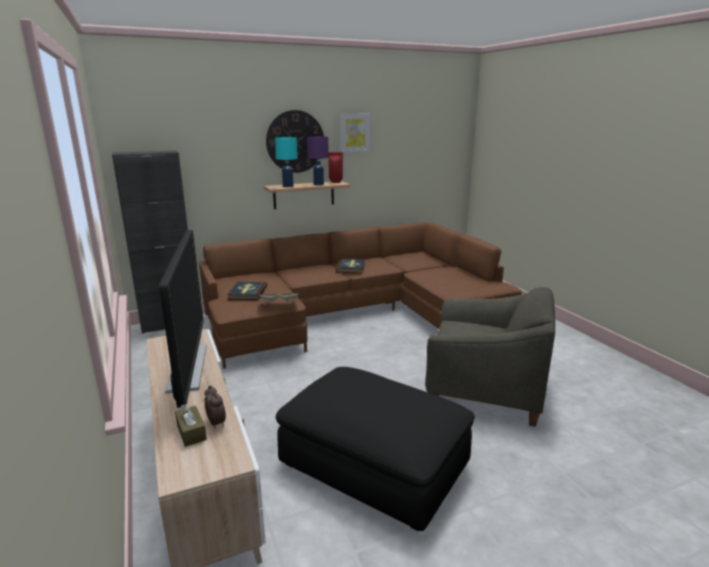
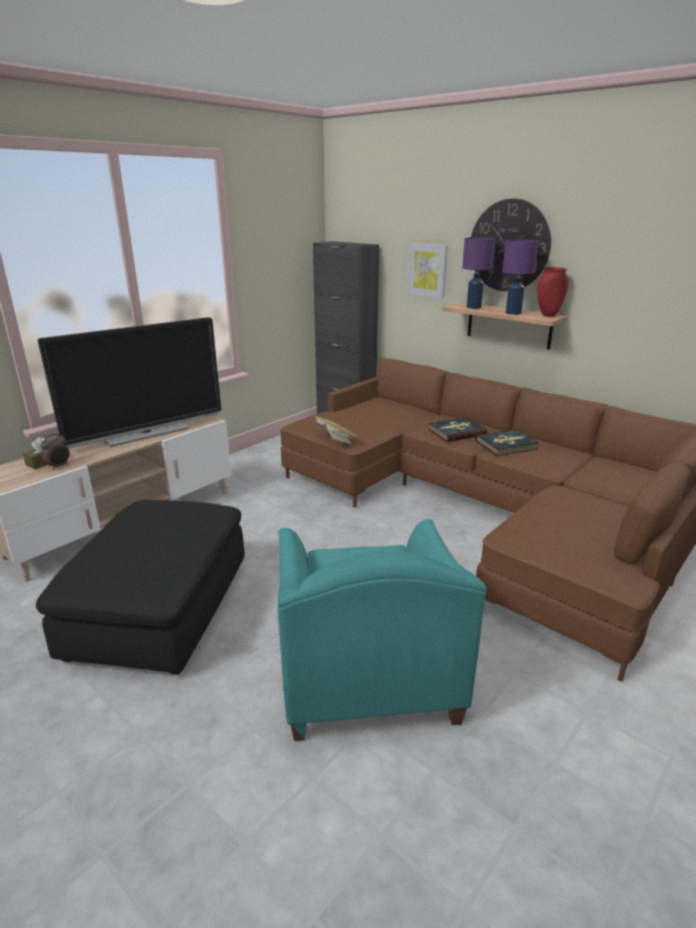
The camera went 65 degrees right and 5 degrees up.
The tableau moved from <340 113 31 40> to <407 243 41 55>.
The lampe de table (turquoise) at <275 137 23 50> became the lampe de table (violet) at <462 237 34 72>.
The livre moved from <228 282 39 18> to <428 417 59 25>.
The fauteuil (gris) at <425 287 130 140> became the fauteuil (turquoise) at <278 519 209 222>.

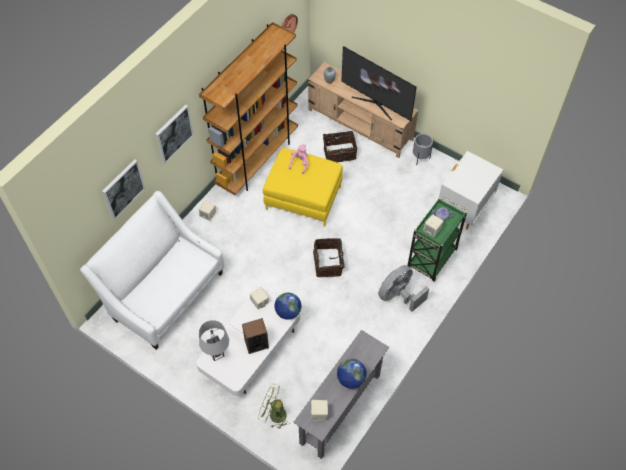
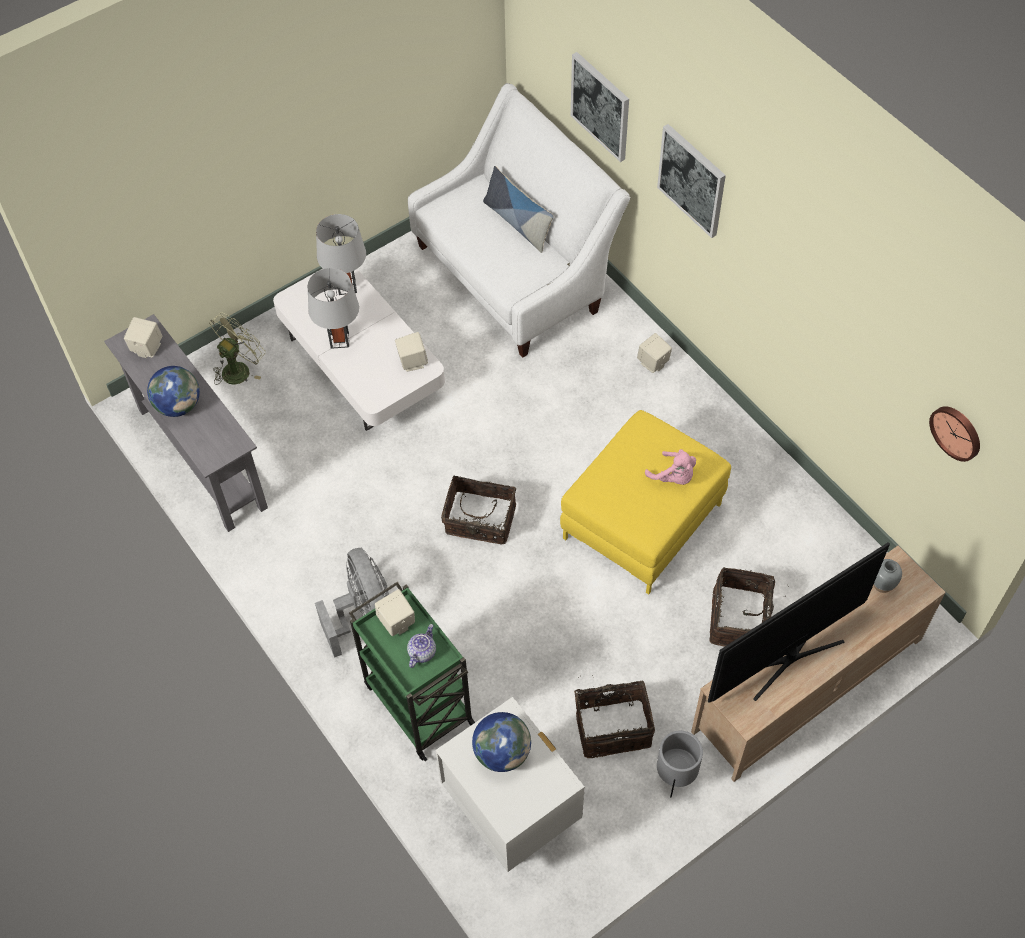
The camera went 110 degrees right and 0 degrees up.
The bibliothèque (marron) at <199 22 99 173> disappeared.
The globe moved from <274 293 27 27> to <472 712 59 60>.
The enceinte at <242 318 27 36> was replaced by the lampe de table (gris) at <307 268 52 81>.
The coussin at <483 166 71 87> appeared.
The panier at <574 677 81 81> appeared.

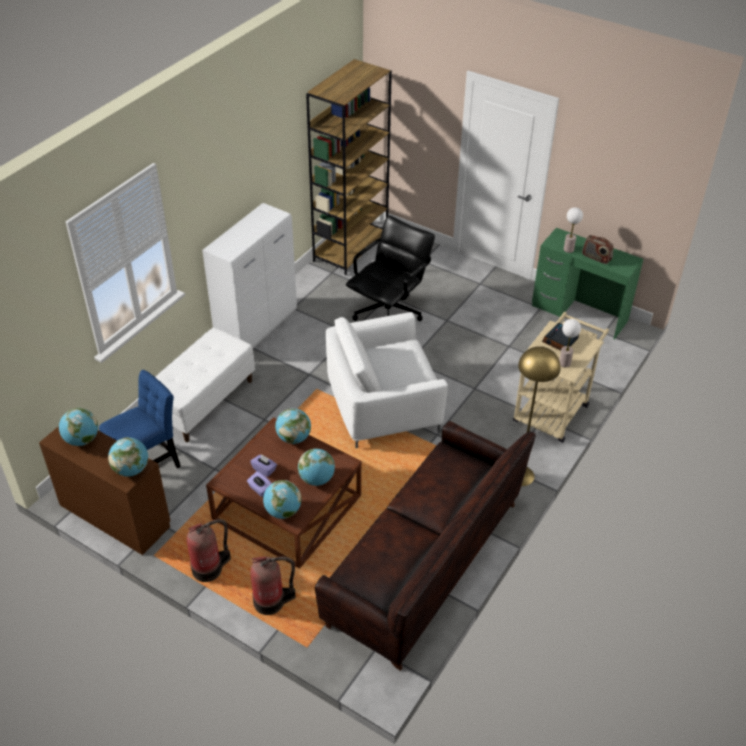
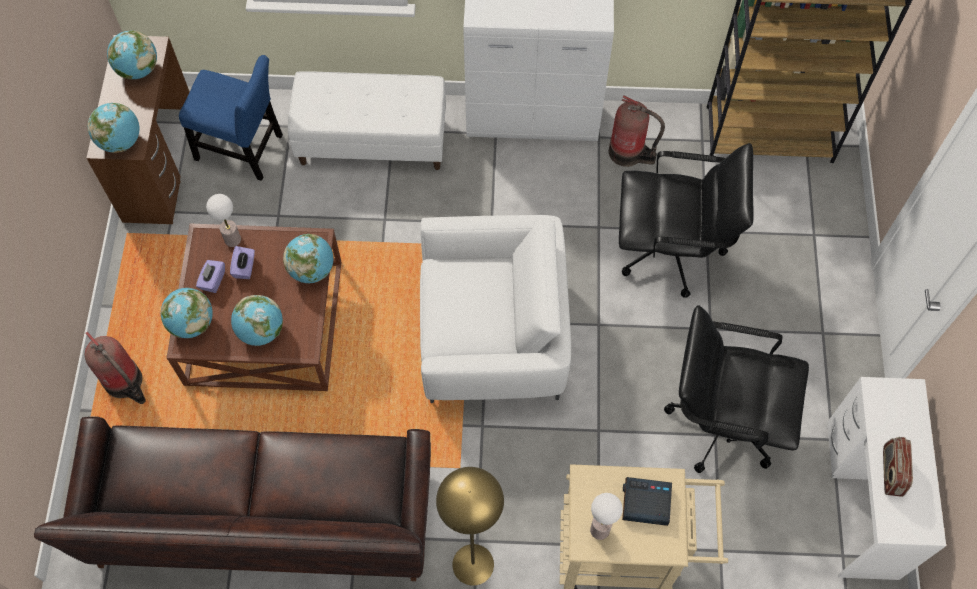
The camera went 60 degrees right and 20 degrees up.
The lampe de table moved from <564 207 19 46> to <206 194 35 53>.
The bureau (vert) at <532 228 111 112> became the bureau (blanc) at <827 377 119 203>.
The fauteuil (blanc) at <326 312 122 136> turned 135 degrees clockwise.
The extincteur moved from <187 519 44 63> to <609 95 56 72>.
The chaise de bureau (noir) at <664 306 145 167> appeared.

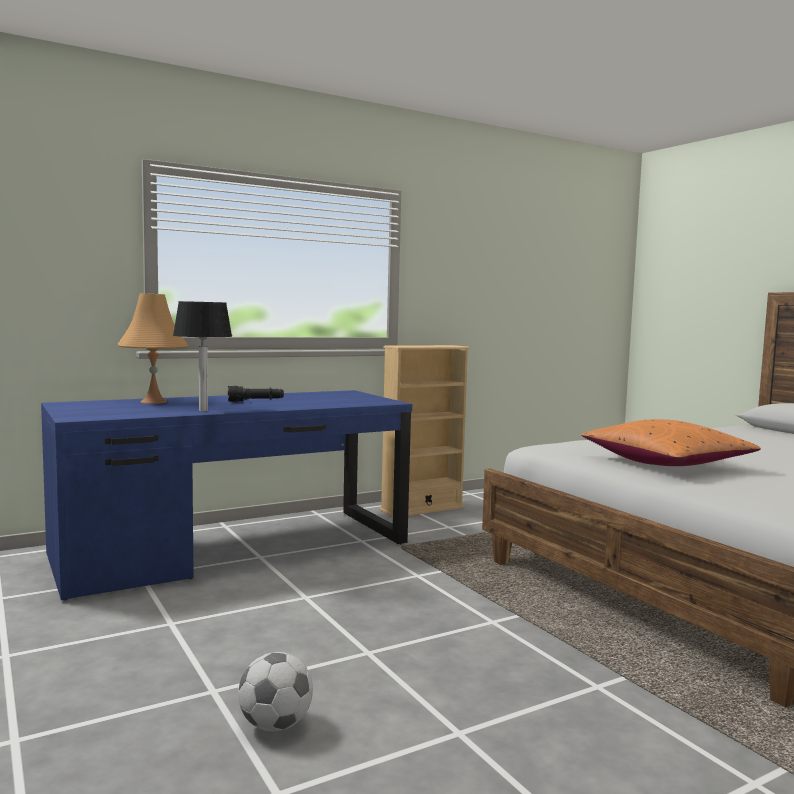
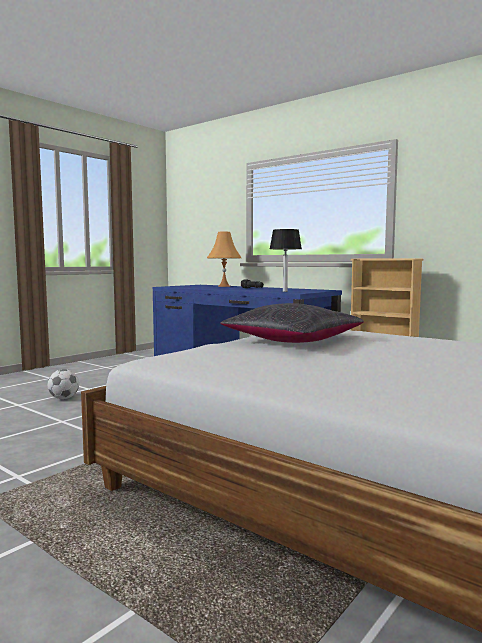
The camera went 70 degrees right and 0 degrees up.
The lampe de table moved from <173 301 59 111> to <270 229 32 63>.
The coussin (orange) at <581 419 180 47> became the coussin (noir) at <220 303 144 40>.

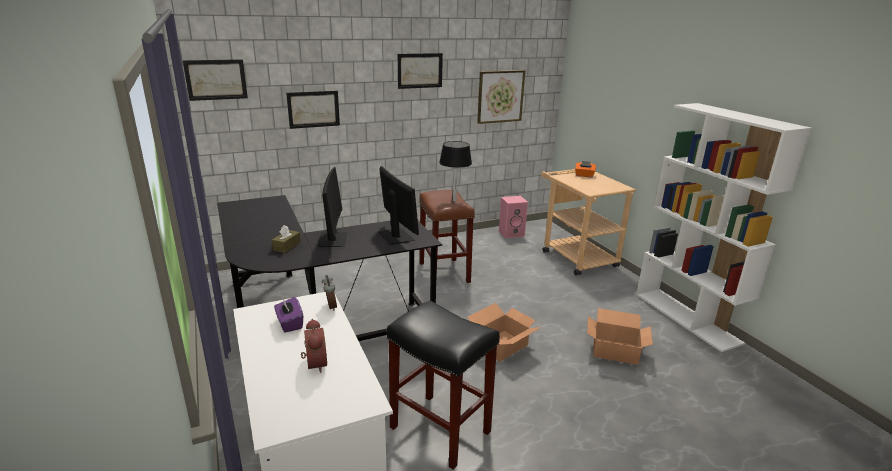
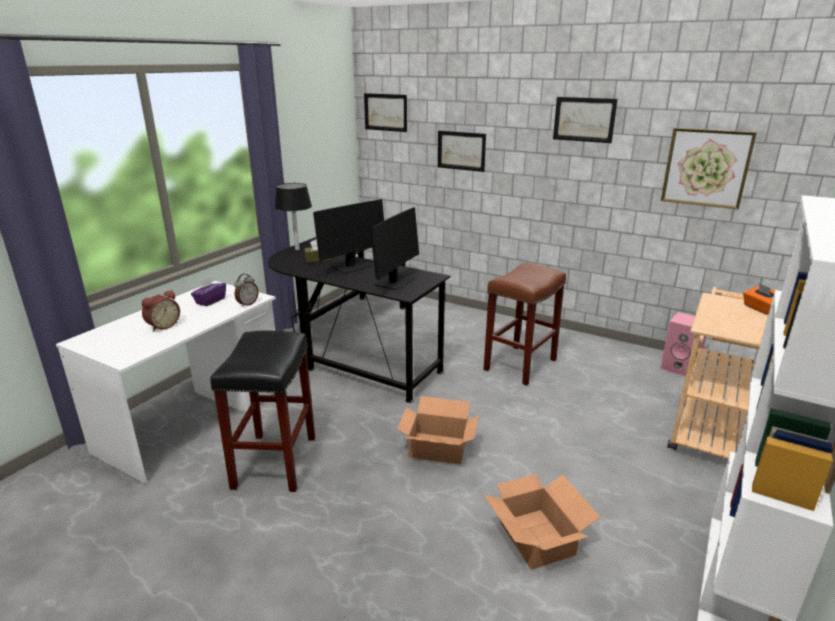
The camera went 55 degrees right and 0 degrees up.
The lampe de table (noir) moved from <439 141 33 60> to <275 183 37 67>.

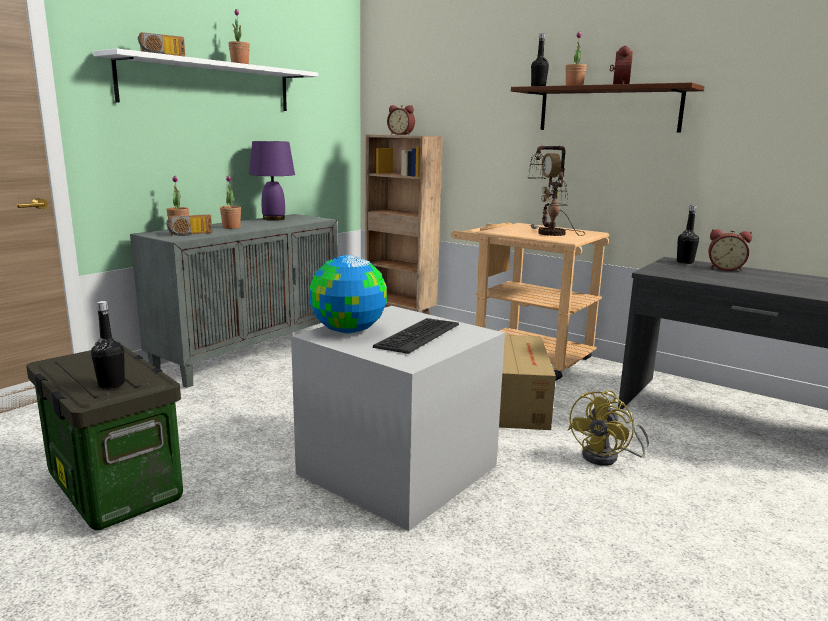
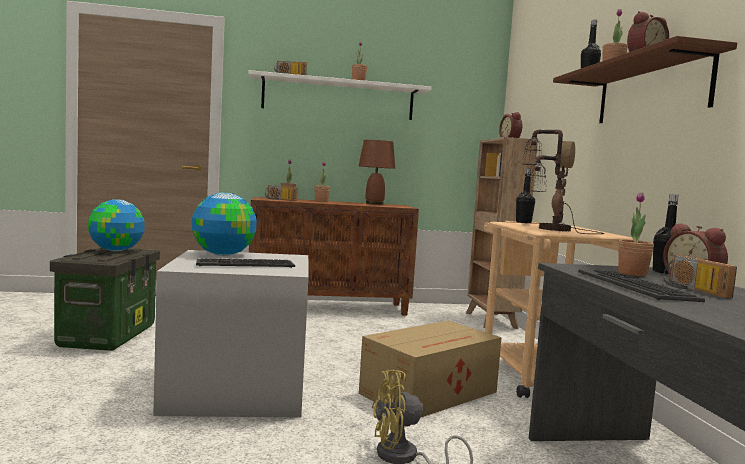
The camera went 45 degrees right and 10 degrees down.
The lampe de table (violet) at <249 141 46 80> became the lampe de table (marron) at <359 140 36 65>.
The meuble de rangement (gris) at <130 214 208 174> became the meuble de rangement (marron) at <249 197 170 119>.
The bouteille (noir) moved from <91 301 34 88> to <516 169 19 54>.
The plante en pot at <618 193 36 83> appeared.
The globe at <88 199 57 52> appeared.
The radio at <663 255 74 43> appeared.
The clavier at <578 269 127 33> appeared.

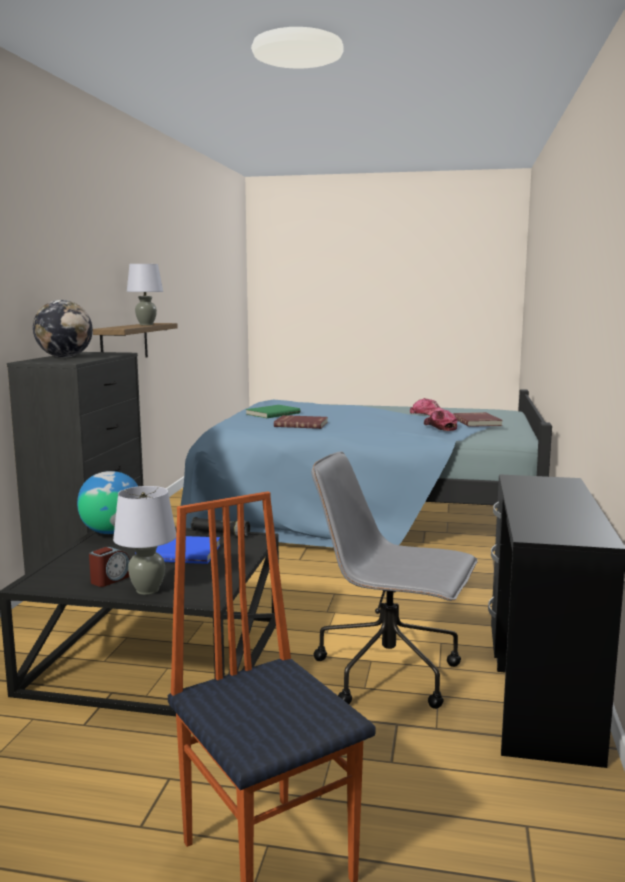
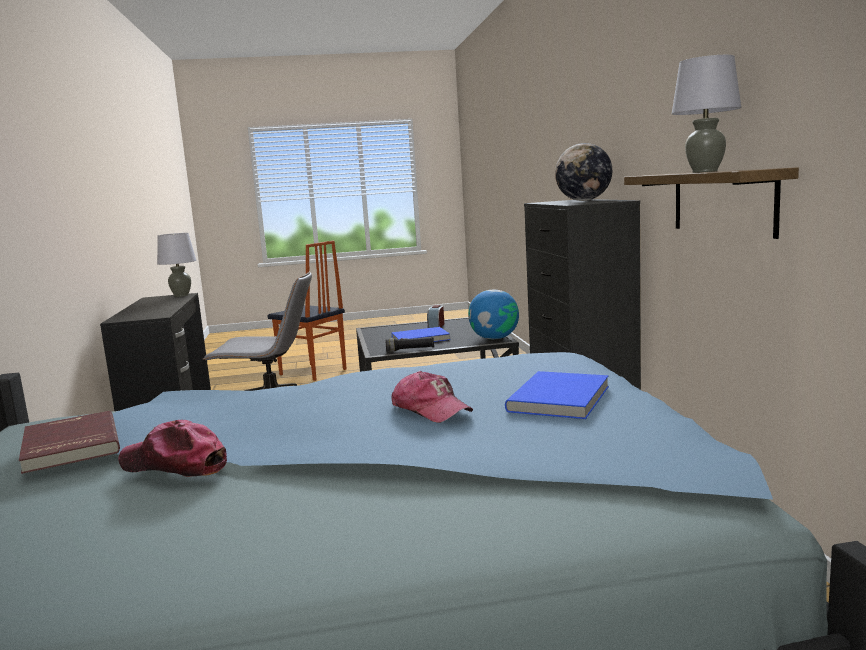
The camera went 160 degrees right and 0 degrees up.
The livre (vert) at <246 405 54 13> became the livre (bleu) at <505 371 104 48>.
The casquette moved from <424 410 33 21> to <392 371 81 52>.
The livre (rouge) at <274 415 54 14> disappeared.
The lampe de table (gris) moved from <113 486 63 109> to <157 233 39 64>.

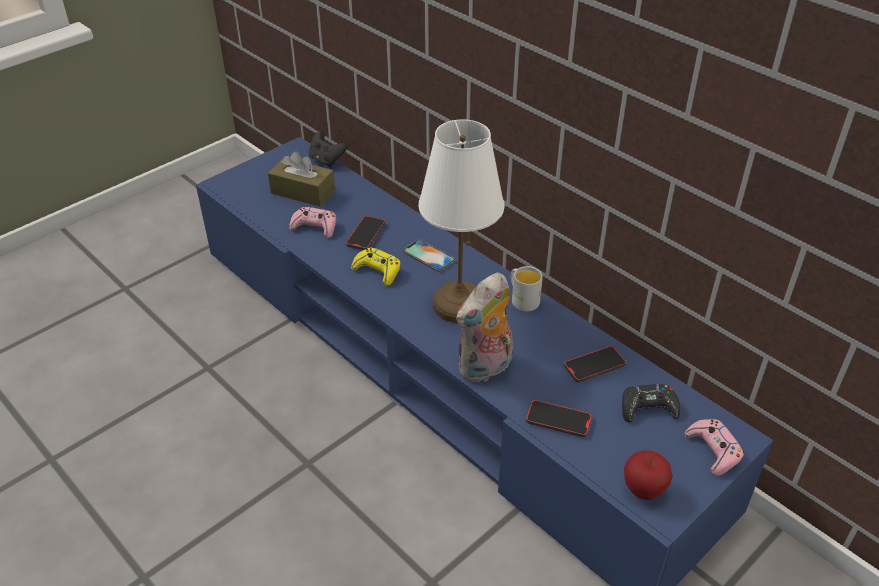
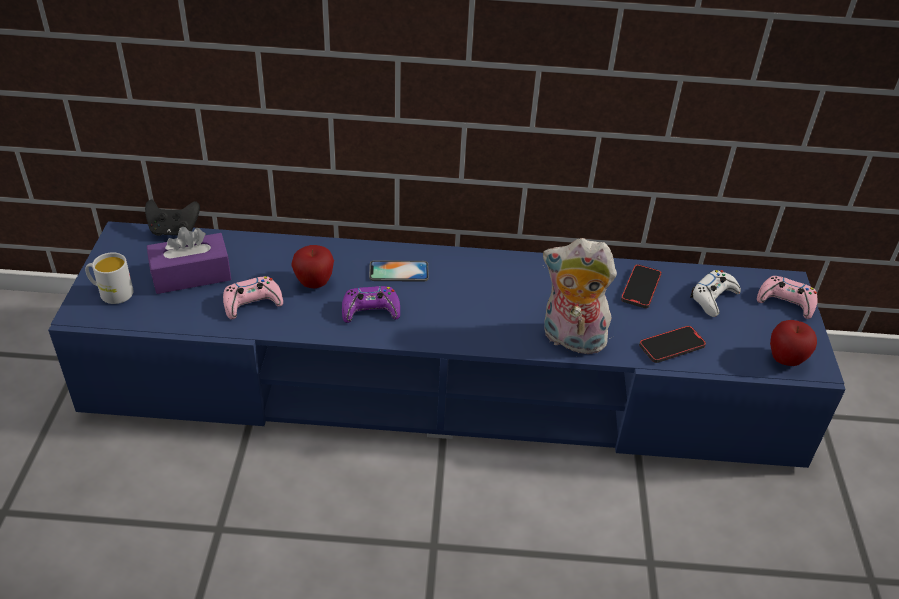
The camera went 45 degrees left and 0 degrees up.
The lampe de table (blanc) at <419 119 86 204> disappeared.
The boîte à mouchoirs (marron) at <268 151 67 56> became the boîte à mouchoirs (violet) at <147 227 84 67>.
The téléphone at <346 215 39 35> was replaced by the pomme at <291 245 43 43>.
The manette (jaune) at <351 248 49 38> became the manette (violet) at <342 286 58 37>.
The mug (blanc) moved from <511 266 32 45> to <85 252 49 52>.
The peluche at <456 273 57 111> turned 105 degrees clockwise.
The manette (noir) at <622 384 58 38> became the manette (blanc) at <690 270 51 47>.

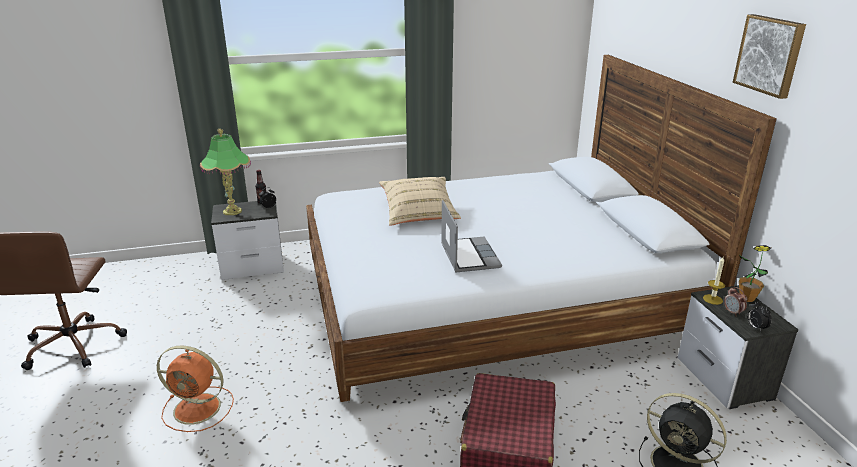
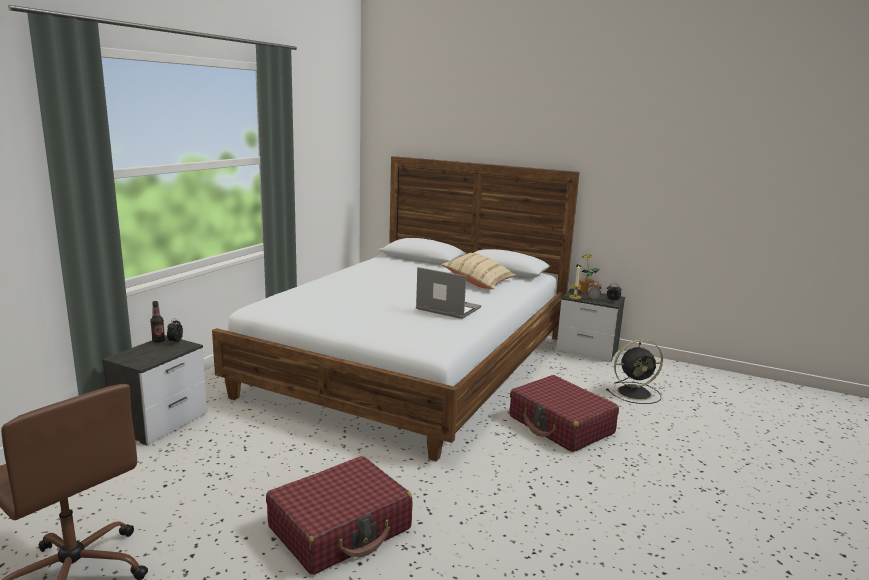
The camera went 50 degrees left and 10 degrees down.
The tableau at <732 14 74 85> disappeared.
The lampe de table at <200 129 51 86> disappeared.
The coussin (beige) moved from <379 177 82 49> to <442 253 74 36>.
The ventilateur (orange) at <157 345 77 87> was replaced by the valise (rouge) at <266 456 146 119>.

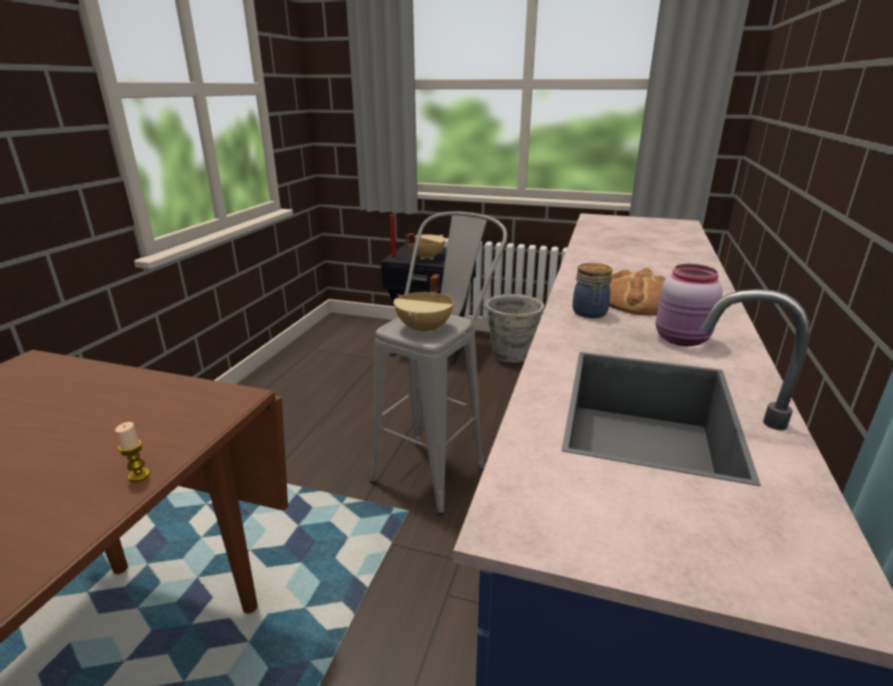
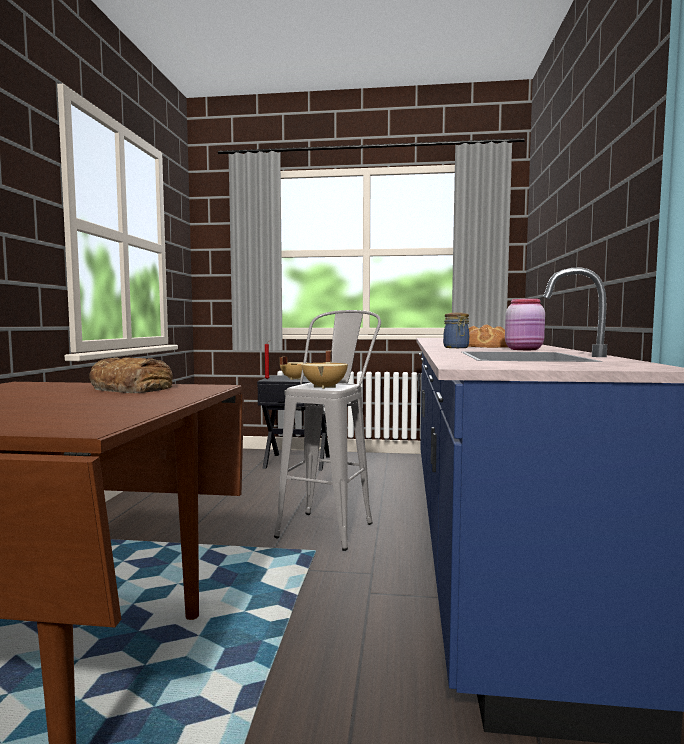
The camera went 10 degrees left and 20 degrees down.
The seau (gris) at <484 294 62 69> disappeared.
The bougie at <115 422 35 60> disappeared.
The pain at <89 357 84 36> appeared.

